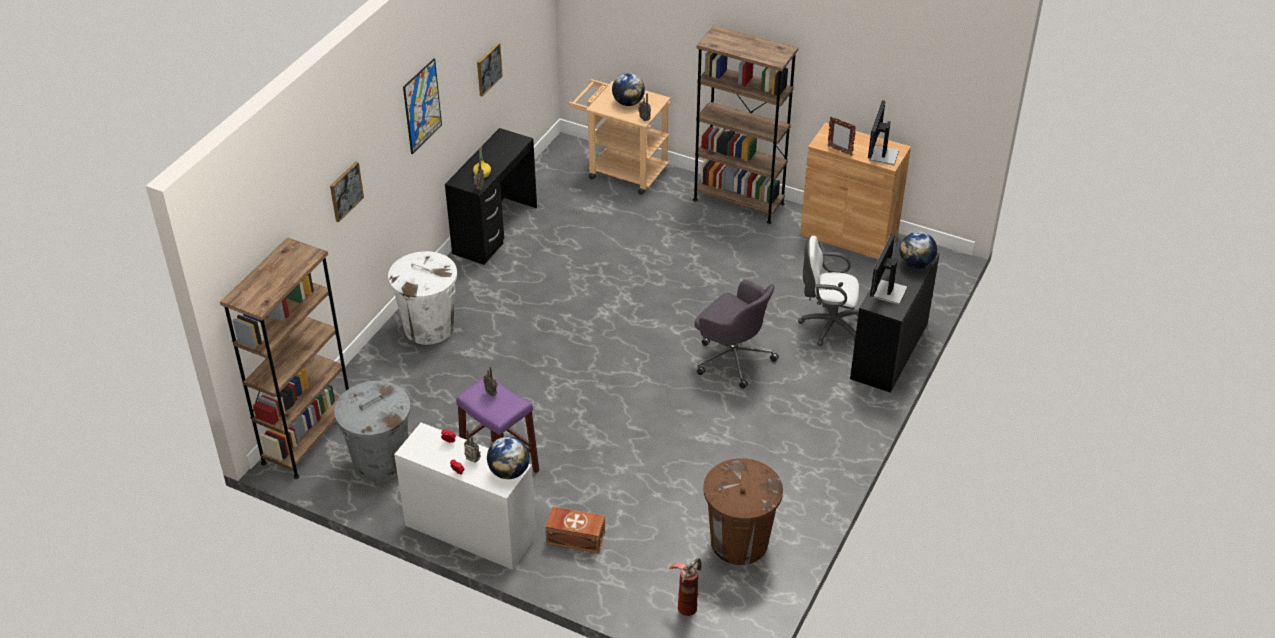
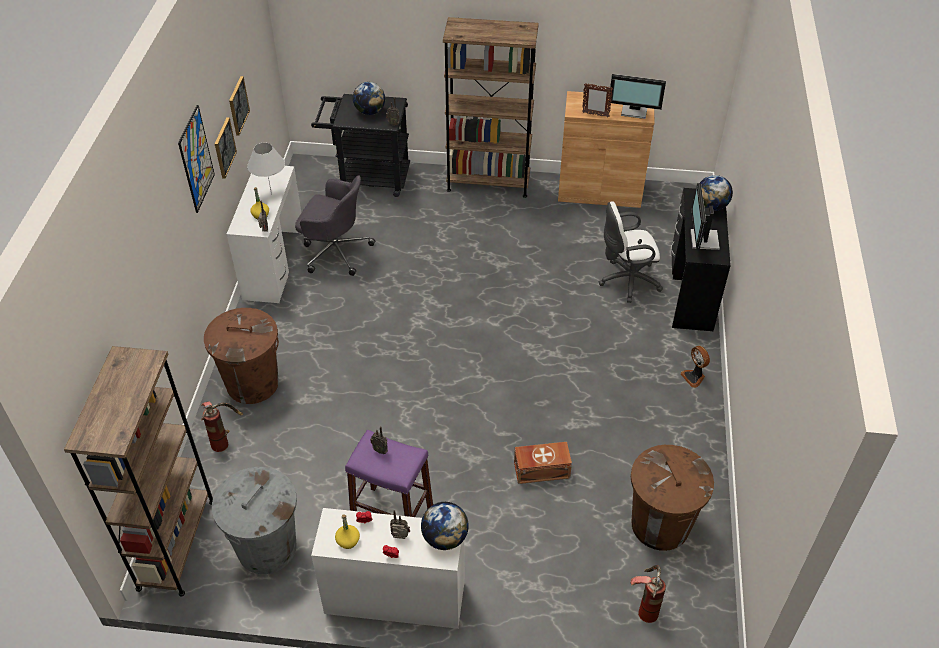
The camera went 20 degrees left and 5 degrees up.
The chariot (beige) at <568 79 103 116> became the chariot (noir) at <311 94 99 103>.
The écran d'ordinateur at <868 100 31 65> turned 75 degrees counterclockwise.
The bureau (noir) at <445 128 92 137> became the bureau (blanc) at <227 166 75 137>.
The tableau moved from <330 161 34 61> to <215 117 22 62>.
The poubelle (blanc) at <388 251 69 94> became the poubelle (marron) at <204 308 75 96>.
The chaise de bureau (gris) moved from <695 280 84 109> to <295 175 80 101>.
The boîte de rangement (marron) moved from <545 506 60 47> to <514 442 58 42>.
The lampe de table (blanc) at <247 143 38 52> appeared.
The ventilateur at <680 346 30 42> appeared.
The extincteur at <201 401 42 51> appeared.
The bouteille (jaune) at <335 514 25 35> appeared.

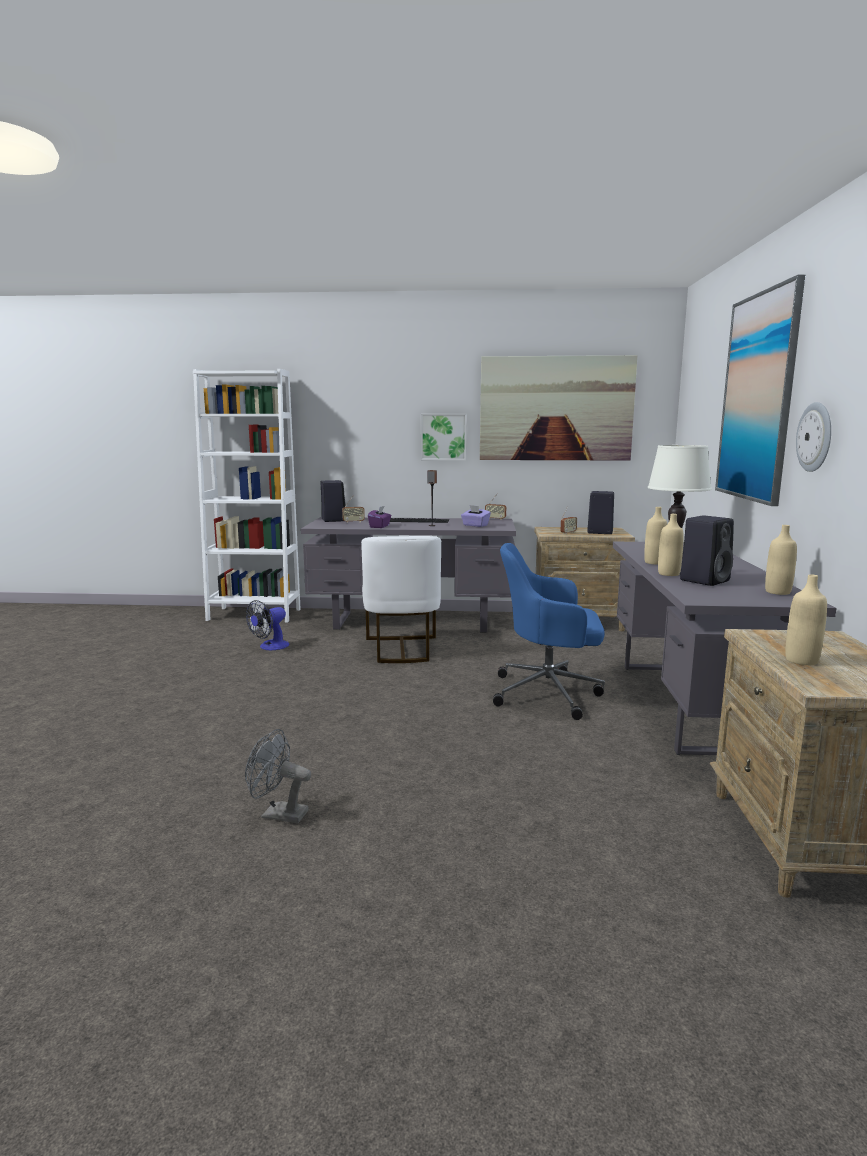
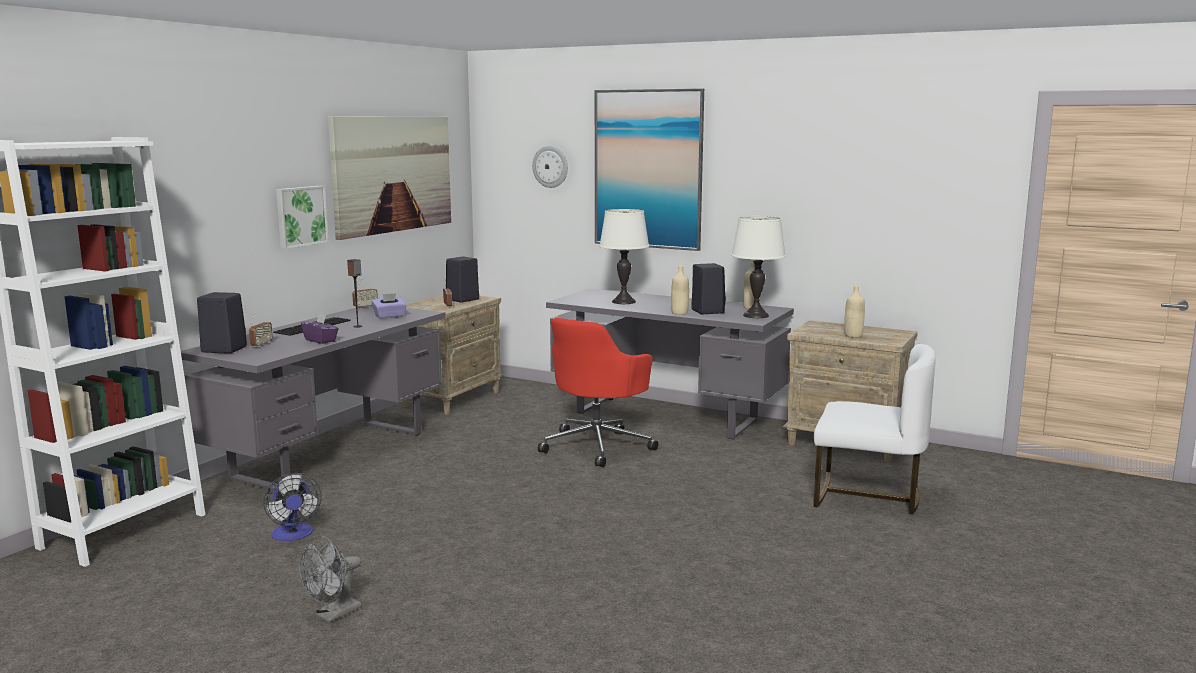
The camera went 65 degrees left and 0 degrees up.
The horloge murale moved from <796 402 35 70> to <532 146 36 42>.
The bouteille (beige) at <644 507 23 57> disappeared.
The chaise (blanc) moved from <361 536 80 127> to <814 344 122 171>.
The chaise de bureau (bleu) at <493 543 112 177> became the chaise de bureau (rouge) at <538 318 120 149>.
The ventilateur (gris) moved from <245 729 66 94> to <299 536 62 87>.
The lampe de table (blanc) at <731 216 55 102> appeared.

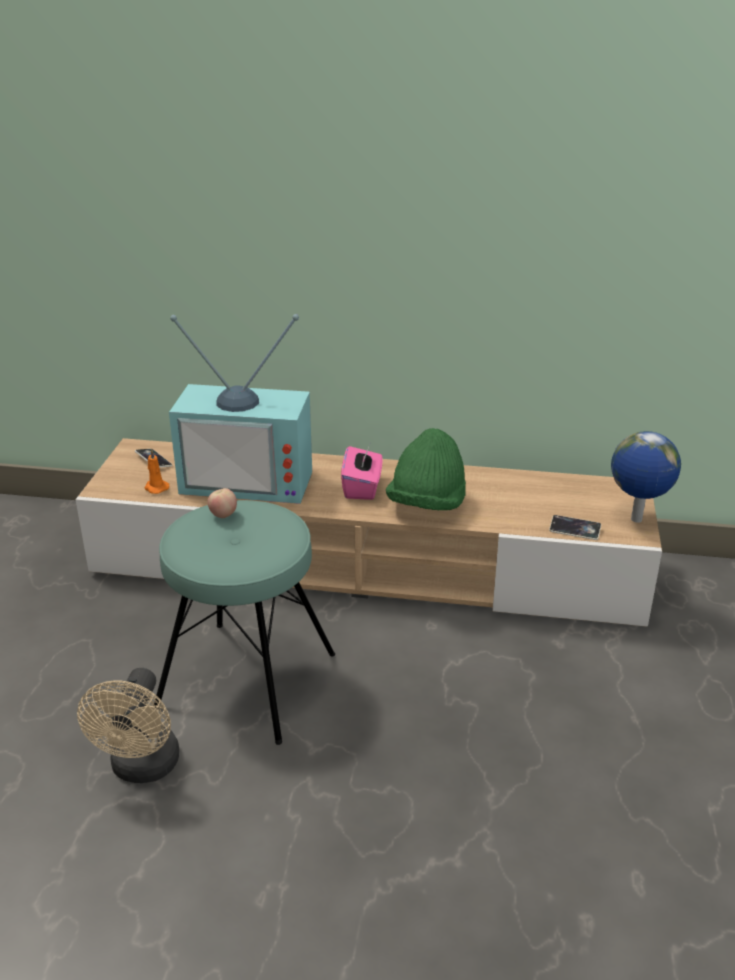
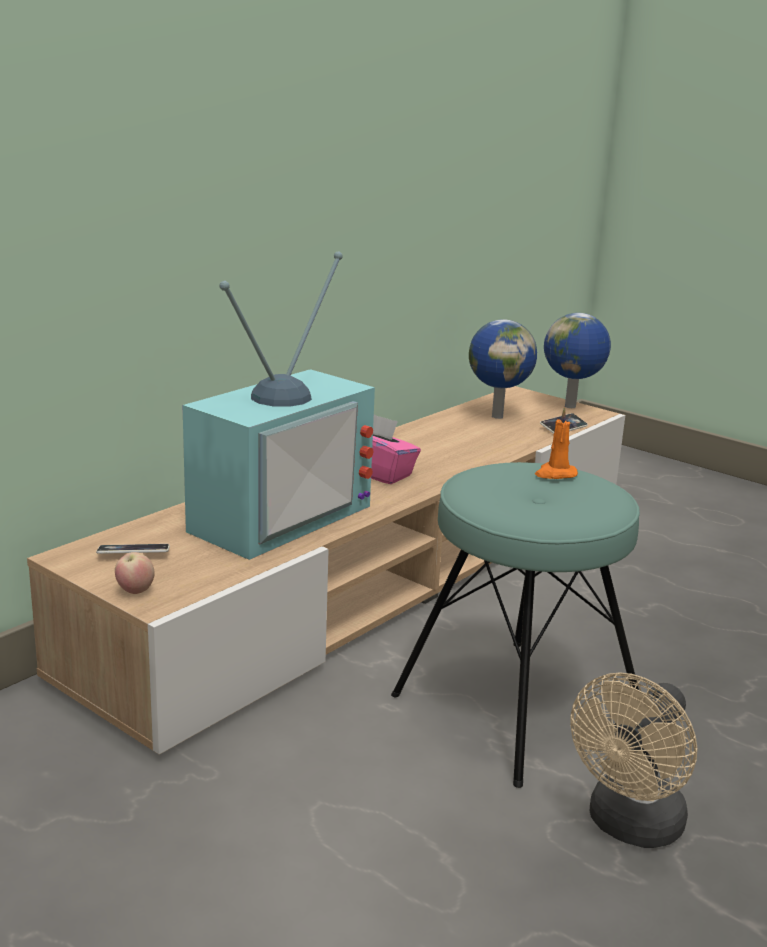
The camera went 60 degrees left and 10 degrees down.
The chapeau (vert) at <386 428 80 82> disappeared.
The bougie (orange) moved from <144 449 26 45> to <535 407 43 72>.
The pomme moved from <208 488 29 30> to <115 552 40 42>.
The ventilateur (beige) at <77 668 103 115> turned 90 degrees clockwise.
The globe at <469 320 68 99> appeared.

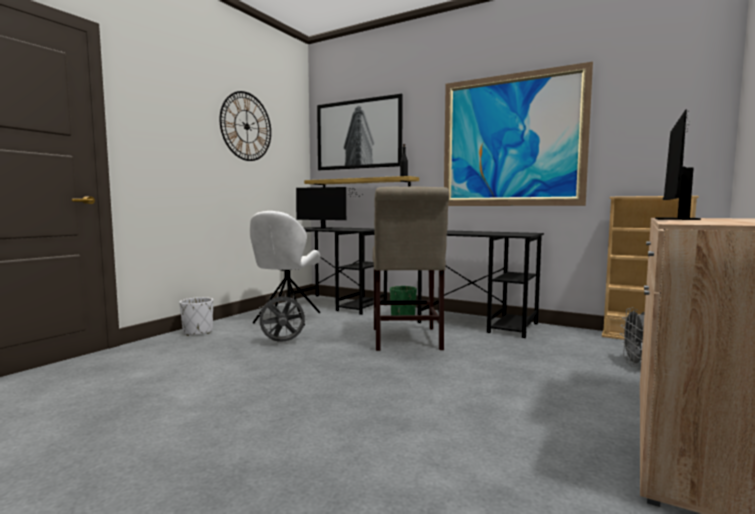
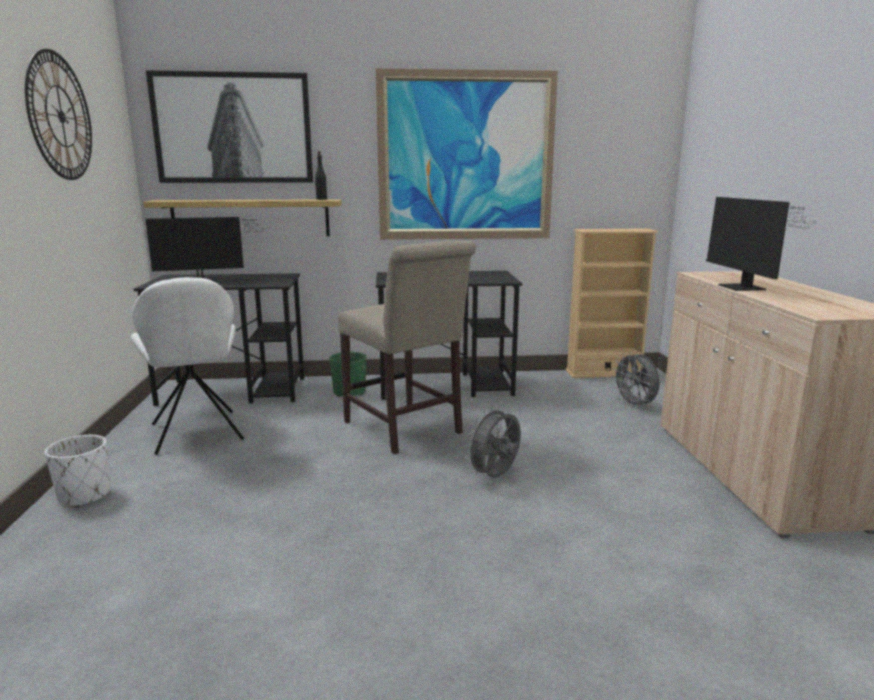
The camera went 35 degrees left and 10 degrees up.
The ventilateur (gris) moved from <257 293 50 49> to <465 405 56 73>.

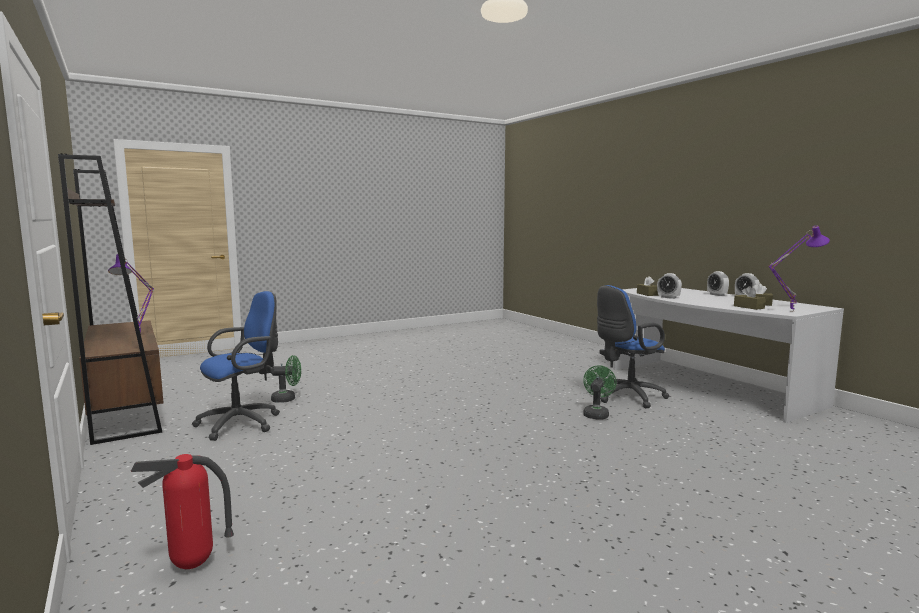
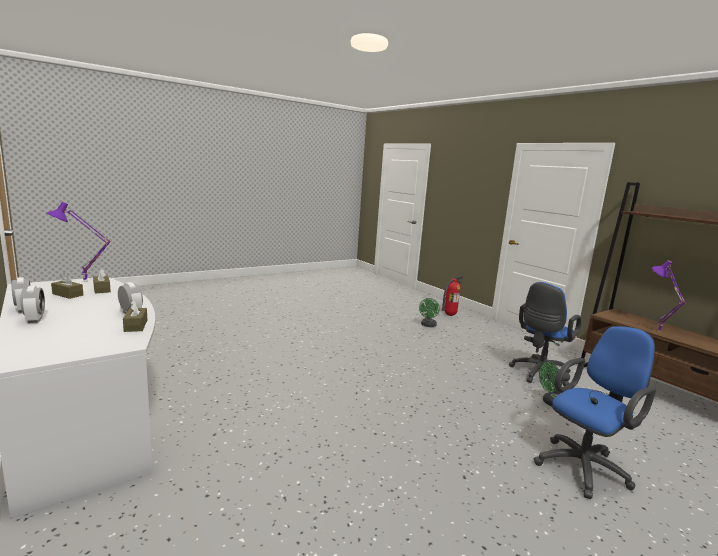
The camera went 175 degrees right and 5 degrees up.
The chaise de bureau (bleu) moved from <597 285 72 123> to <534 326 122 173>.
The ventilateur (vert) moved from <583 365 33 55> to <419 298 21 29>.

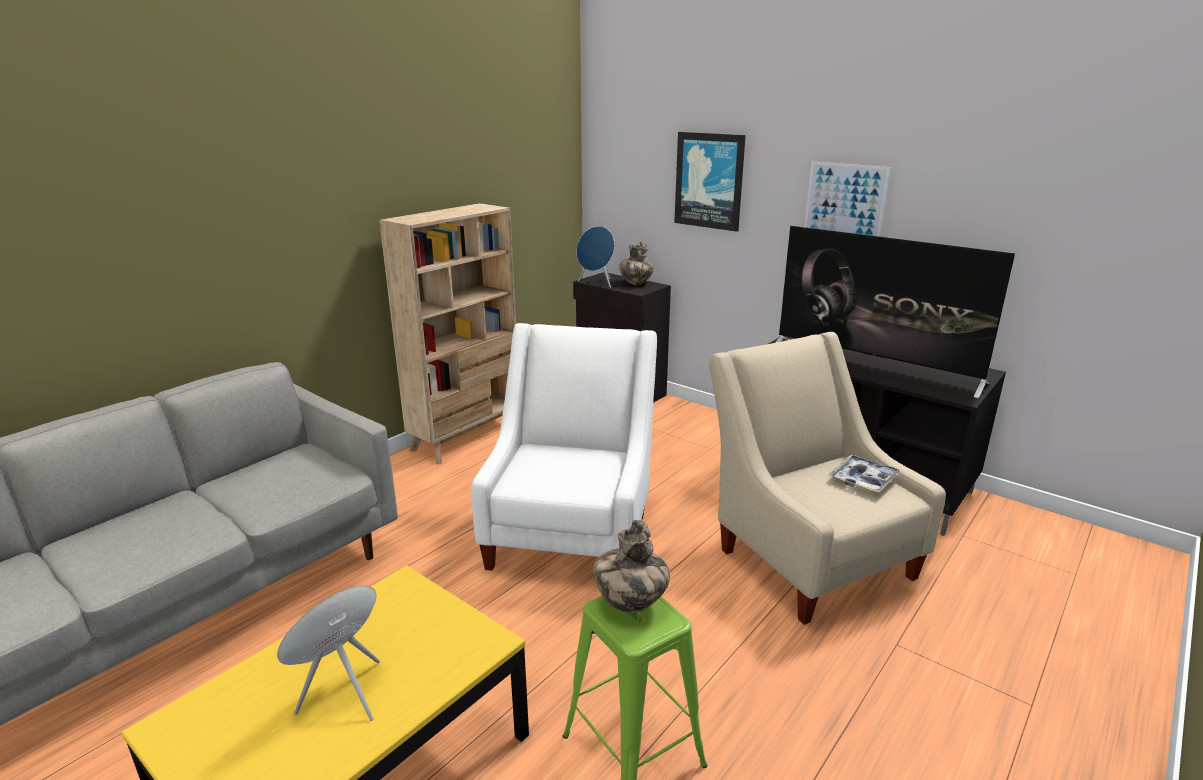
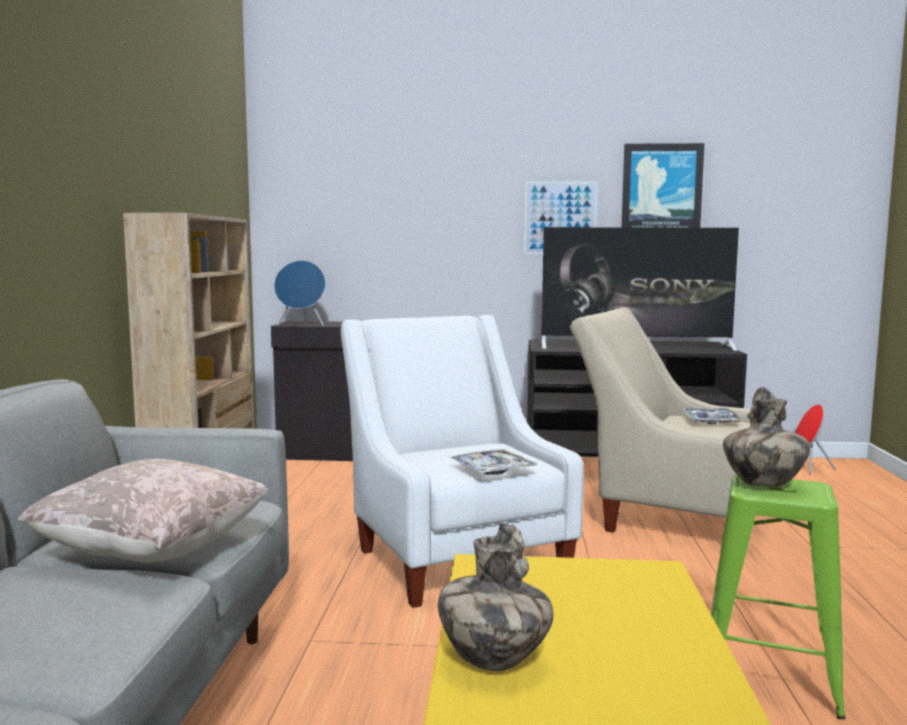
The camera went 35 degrees left and 15 degrees down.
The tableau moved from <674 132 72 100> to <622 143 82 85>.
The vase moved from <619 241 35 44> to <438 522 115 149>.
The enceinte (rouge) moved from <277 586 103 135> to <795 404 41 71>.
The plateau at <449 449 88 26> appeared.
The coussin (beige) at <18 459 251 104> appeared.

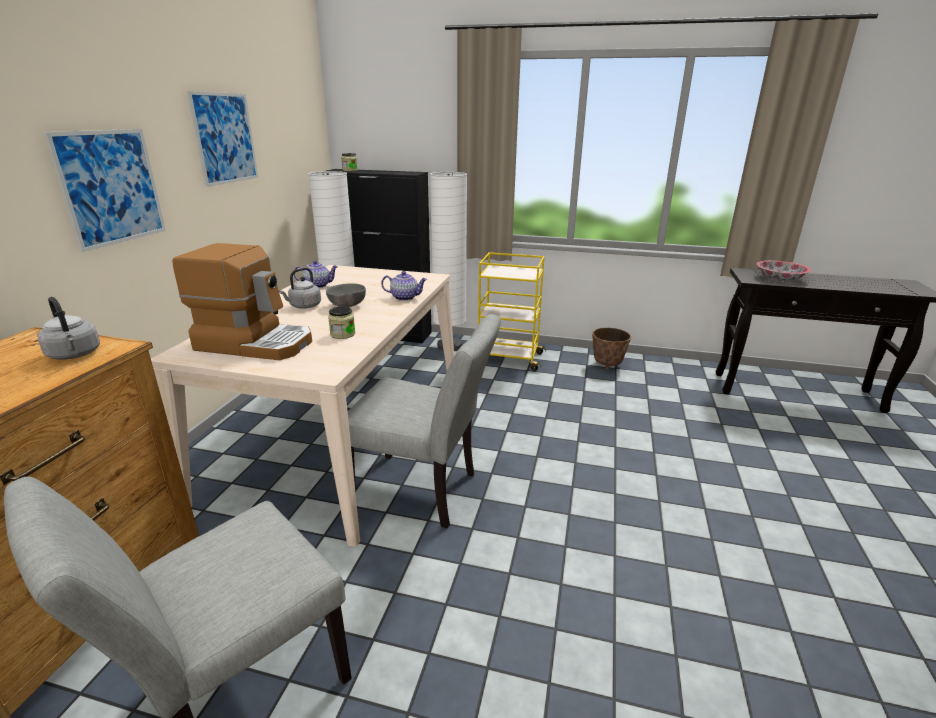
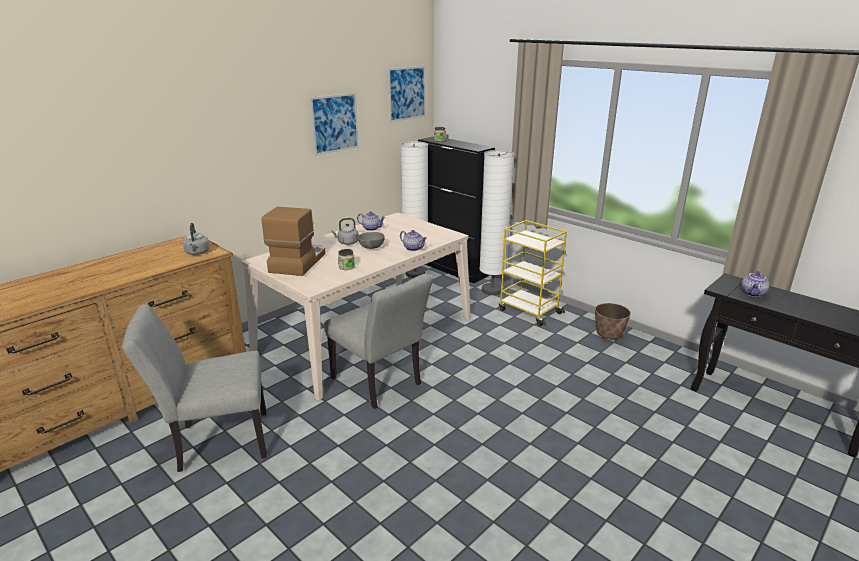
The camera went 30 degrees right and 0 degrees up.
The tableau moved from <44 129 122 123> to <388 66 38 56>.
The machine à café at <172 243 140 117> turned 120 degrees counterclockwise.
The bol at <757 261 54 20> was replaced by the théière at <741 271 28 26>.

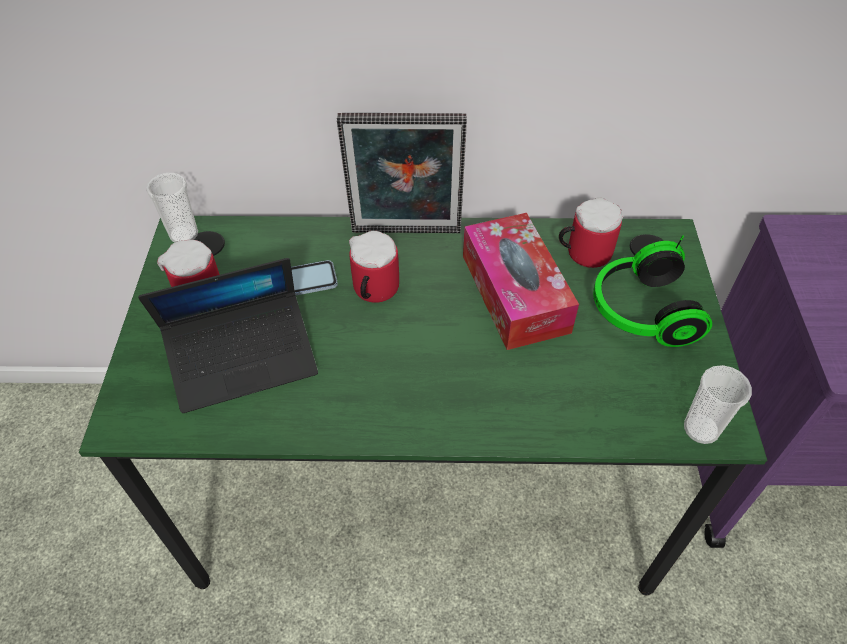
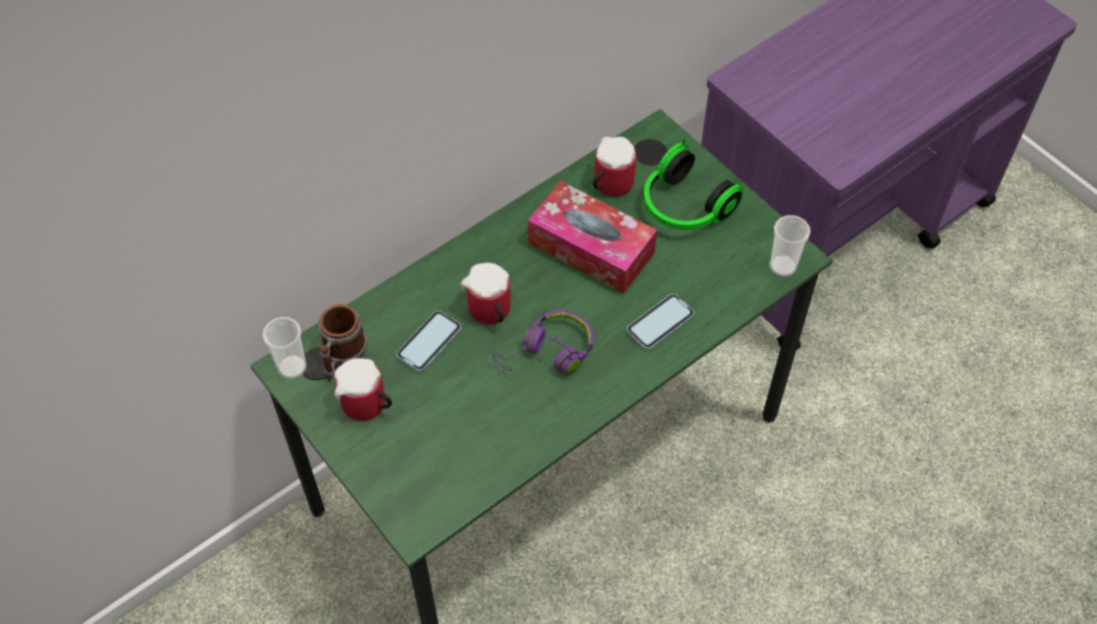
The camera went 40 degrees left and 5 degrees up.
The cadre photo at <337 113 130 120> disappeared.
The ordinateur portable at <138 258 180 155> disappeared.
The téléphone at <627 294 67 56> appeared.
The mug at <318 304 49 77> appeared.
The casque audio (violet) at <493 310 101 64> appeared.

